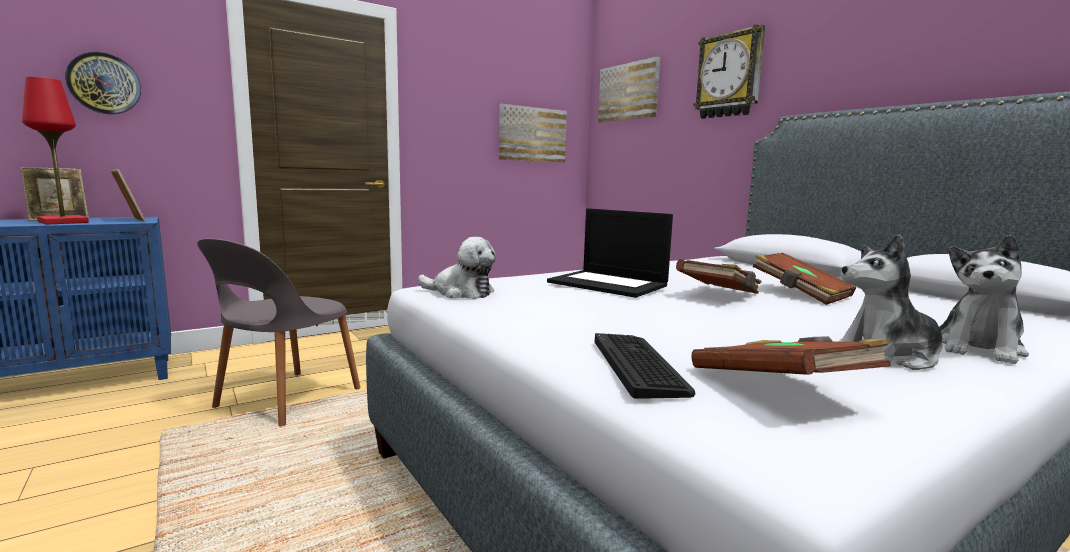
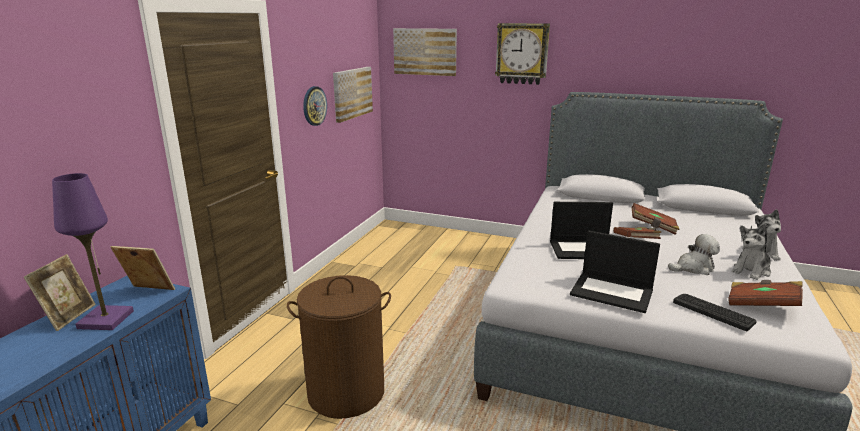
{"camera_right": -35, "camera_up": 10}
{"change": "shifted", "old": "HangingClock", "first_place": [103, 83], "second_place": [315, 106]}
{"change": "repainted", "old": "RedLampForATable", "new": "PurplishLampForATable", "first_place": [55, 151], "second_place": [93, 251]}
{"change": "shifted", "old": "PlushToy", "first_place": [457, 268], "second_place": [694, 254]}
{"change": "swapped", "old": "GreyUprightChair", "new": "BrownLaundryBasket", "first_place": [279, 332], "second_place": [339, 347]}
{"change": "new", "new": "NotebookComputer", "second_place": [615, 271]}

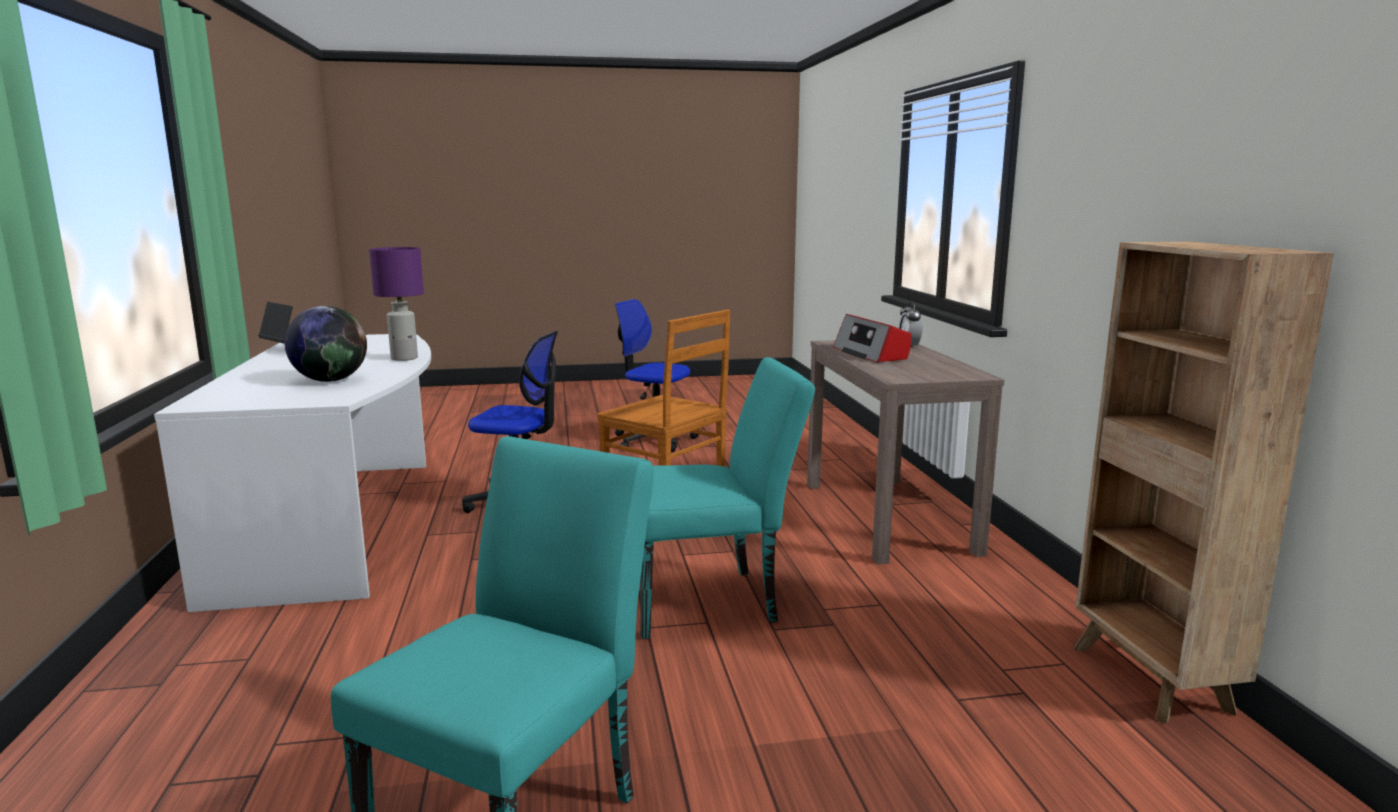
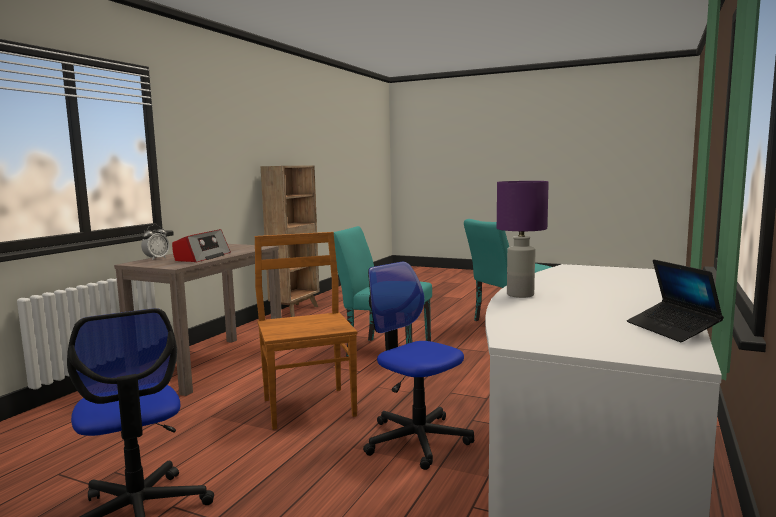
{"camera_right": -145, "camera_up": -5}
{"change": "gone", "old": "Globe", "first_place": [326, 344]}

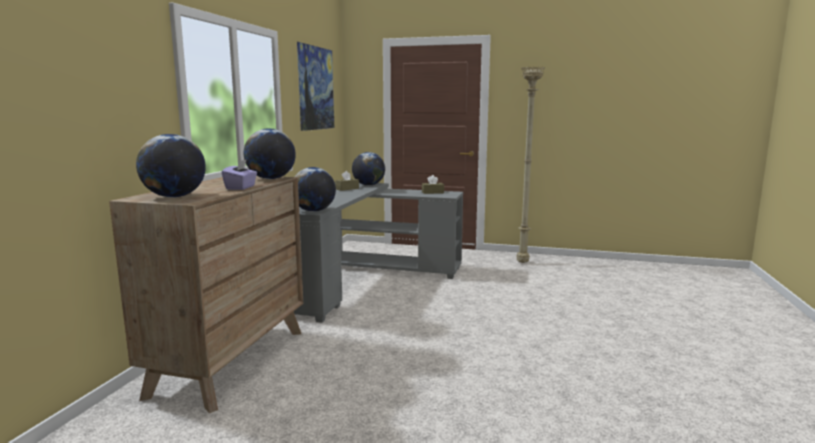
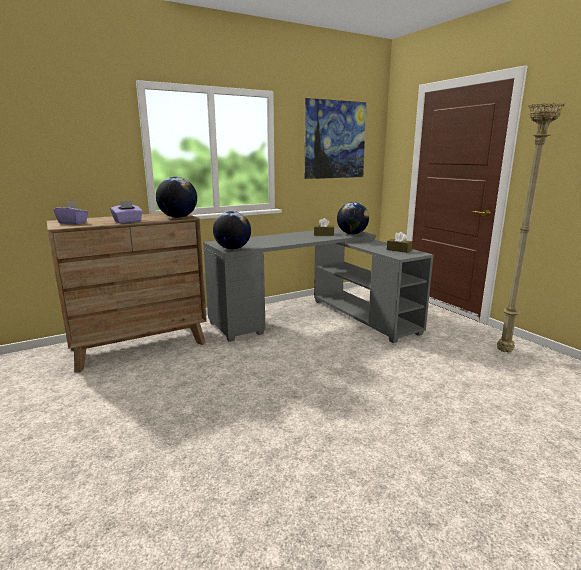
{"camera_right": 45, "camera_up": 5}
{"change": "swapped", "old": "Globe", "new": "PurplishTissueHolder", "first_place": [171, 166], "second_place": [71, 212]}

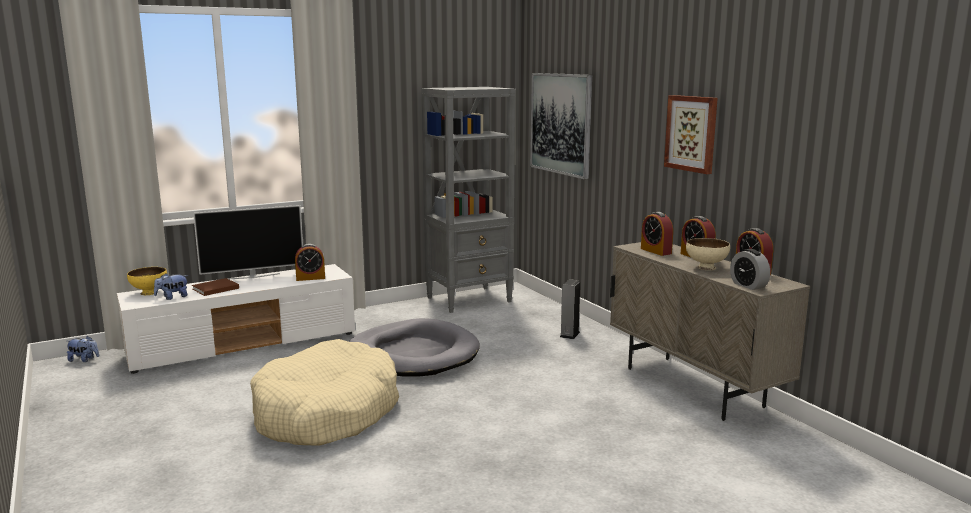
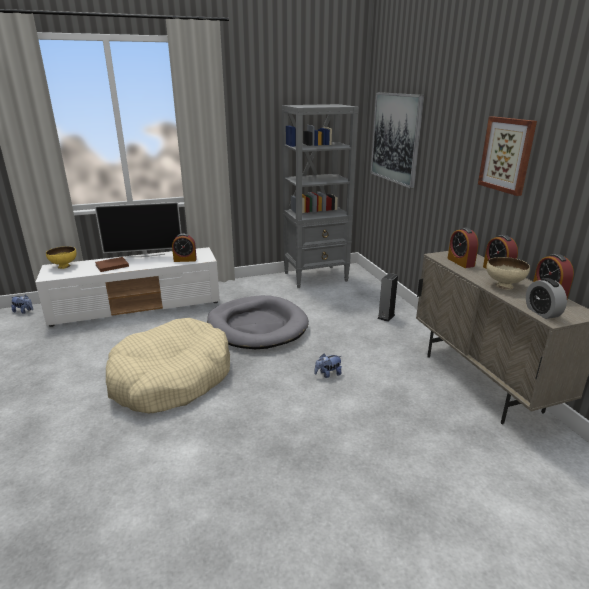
{"camera_right": 10, "camera_up": 10}
{"change": "shifted", "old": "PlushToy", "first_place": [171, 286], "second_place": [328, 366]}

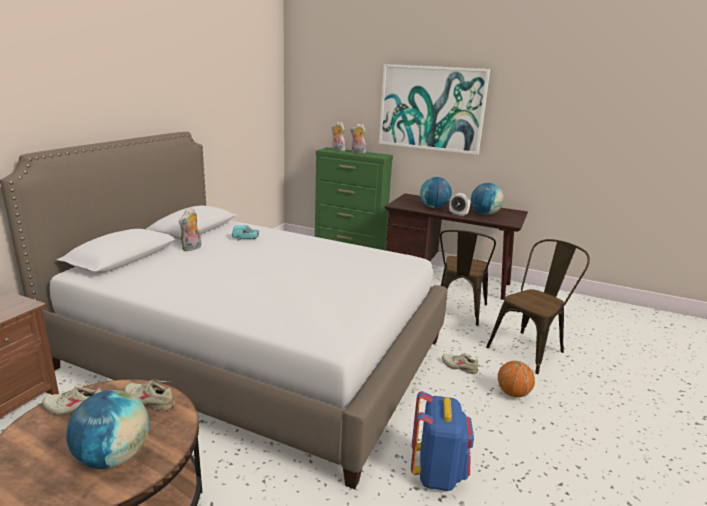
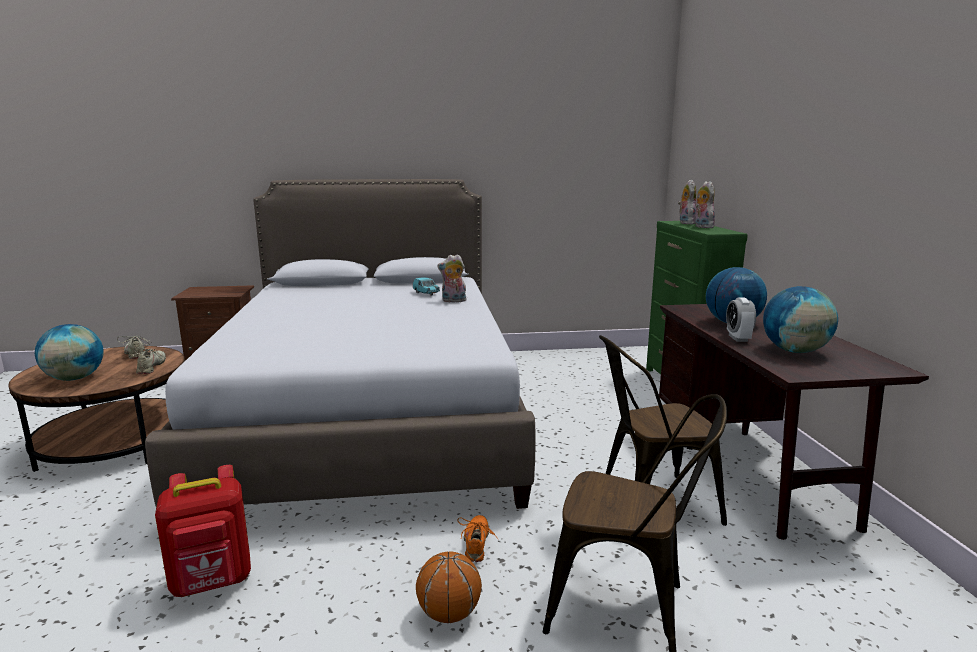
{"camera_right": 60, "camera_up": -5}
{"change": "gone", "old": "Picture", "first_place": [434, 109]}
{"change": "shifted", "old": "PlushToy", "first_place": [190, 229], "second_place": [451, 278]}
{"change": "repainted", "old": "SandColouredLowShoe", "new": "OrangeLowShoe", "first_place": [460, 363], "second_place": [478, 538]}
{"change": "repainted", "old": "BlueRucksack", "new": "RedRucksack", "first_place": [442, 441], "second_place": [203, 531]}

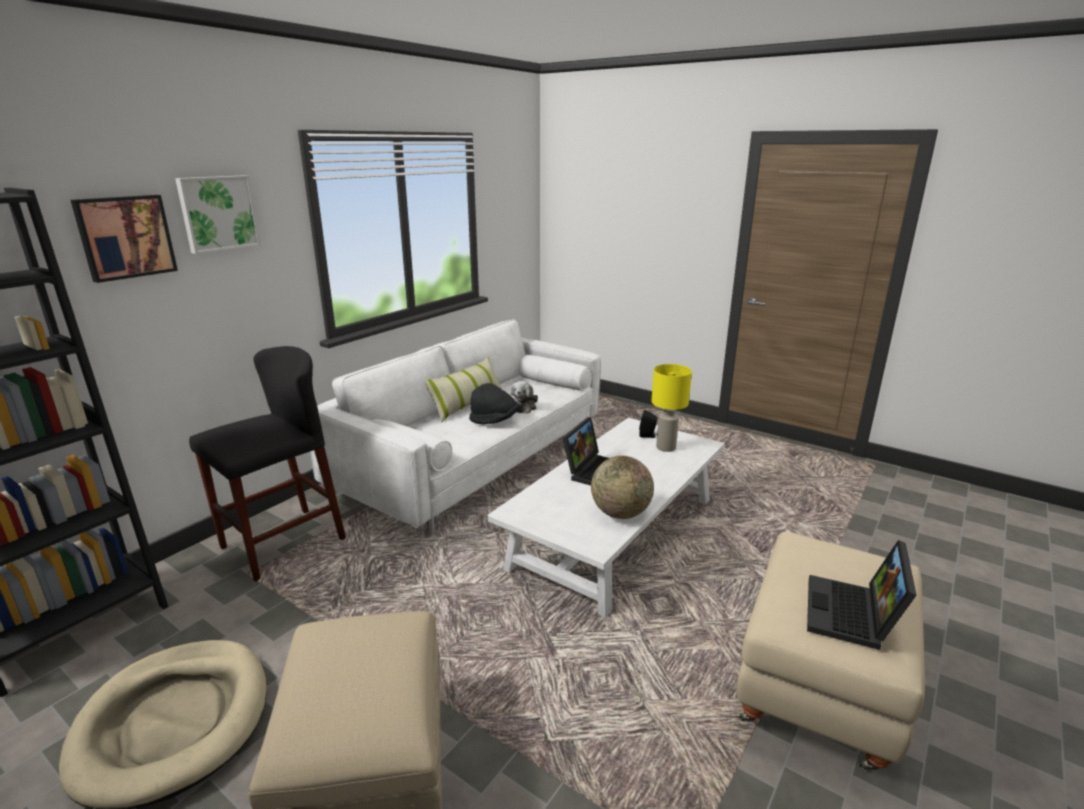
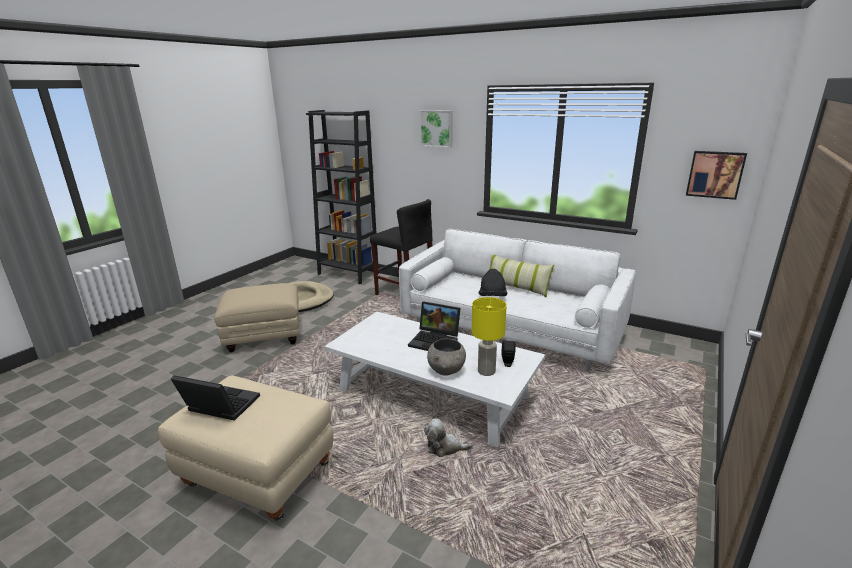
{"camera_right": 85, "camera_up": 0}
{"change": "shifted", "old": "Picture", "first_place": [124, 239], "second_place": [716, 175]}
{"change": "shifted", "old": "PlushToy", "first_place": [524, 397], "second_place": [448, 437]}
{"change": "gone", "old": "Globe", "first_place": [622, 487]}
{"change": "new", "new": "GreyBowl", "second_place": [446, 356]}

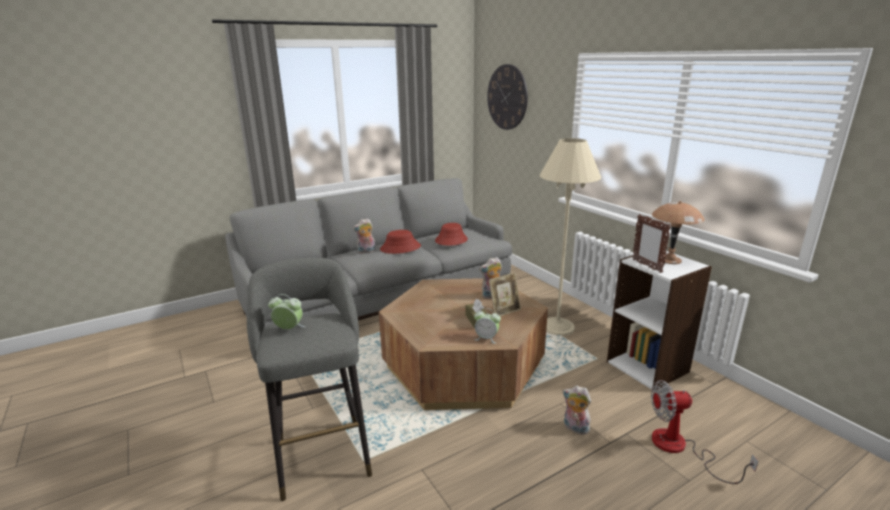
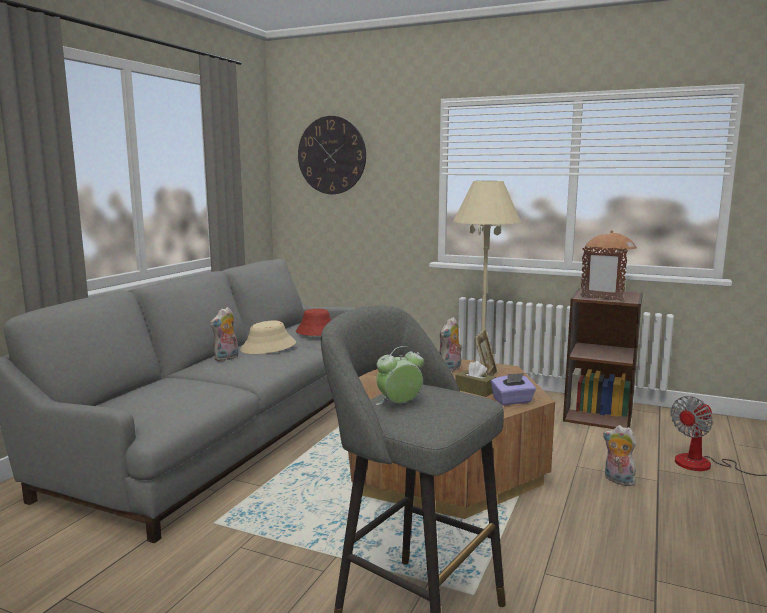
{"camera_right": -35, "camera_up": -10}
{"change": "repainted", "old": "RedWearableHat", "new": "SandColouredWearableHat", "first_place": [400, 242], "second_place": [268, 337]}
{"change": "repainted", "old": "WhiteBookshelf", "new": "BrownBookshelf", "first_place": [659, 320], "second_place": [603, 358]}
{"change": "swapped", "old": "AlarmClock", "new": "PurplishTissueHolder", "first_place": [487, 326], "second_place": [513, 389]}
{"change": "rotated", "old": "PlushToy", "first_place": [576, 410], "second_place": [619, 455], "degrees": 45}

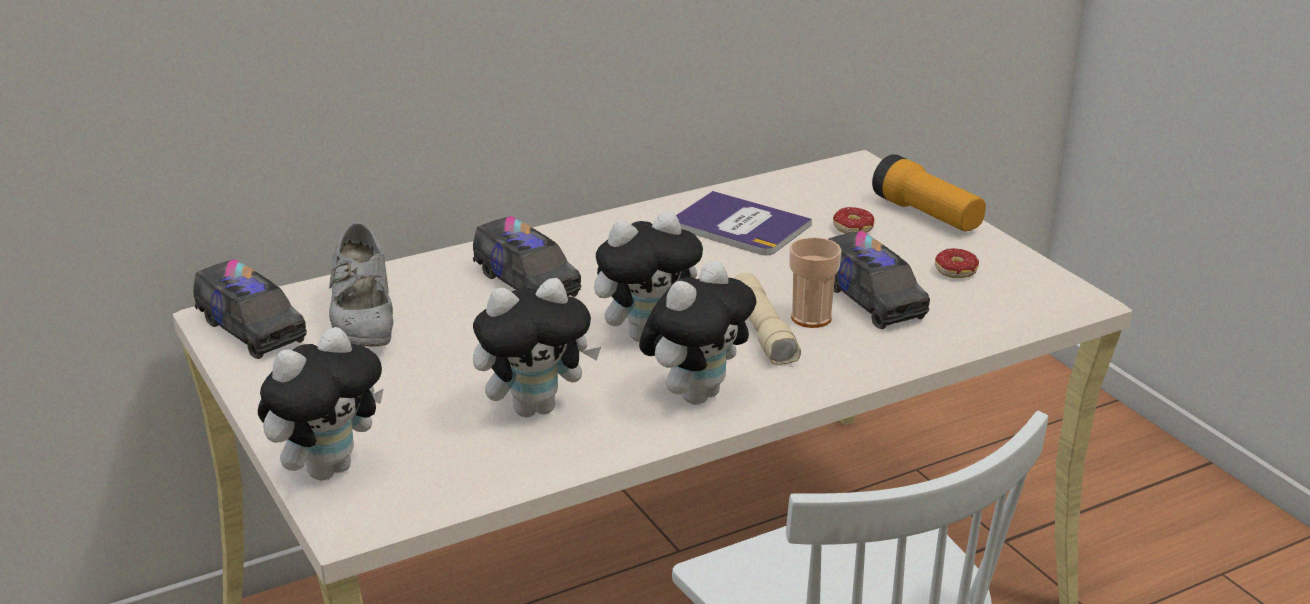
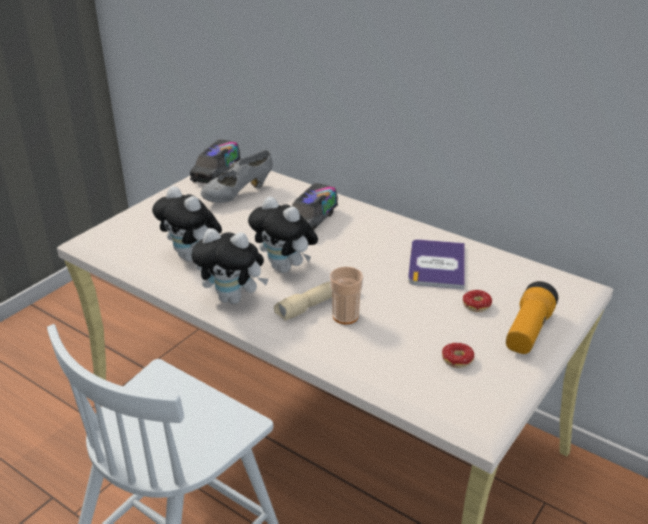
{"camera_right": 65, "camera_up": 5}
{"change": "gone", "old": "ToyTruck", "first_place": [879, 280]}
{"change": "gone", "old": "PlushToy", "first_place": [321, 403]}

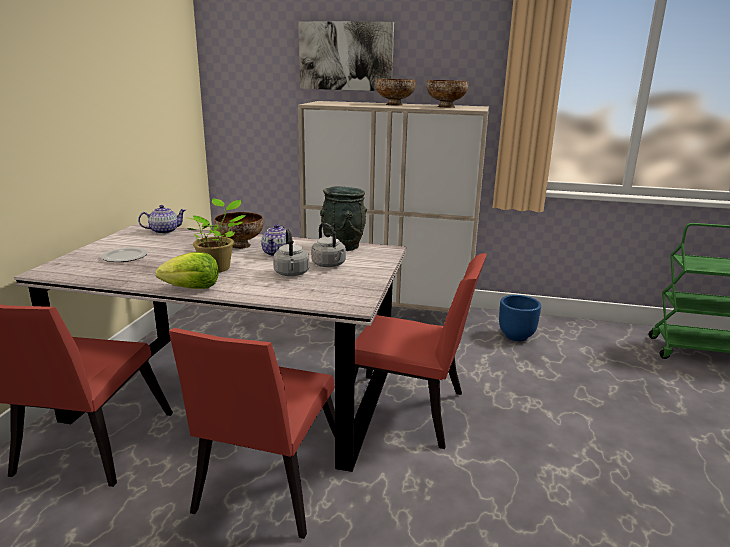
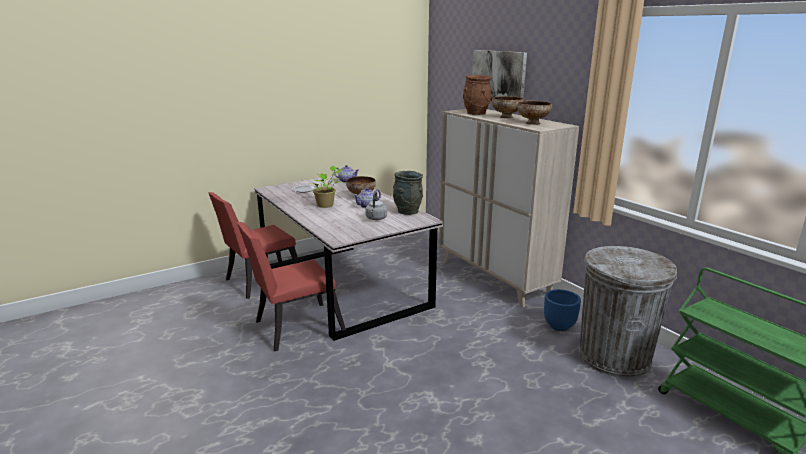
{"camera_right": 45, "camera_up": 0}
{"change": "gone", "old": "GreyWaterKettle", "first_place": [291, 252]}
{"change": "gone", "old": "HeadOfLettuce", "first_place": [187, 270]}
{"change": "gone", "old": "RedUprightChair", "first_place": [421, 351]}
{"change": "new", "new": "BrownVase", "second_place": [477, 95]}
{"change": "new", "new": "GreyWasteBin", "second_place": [628, 312]}

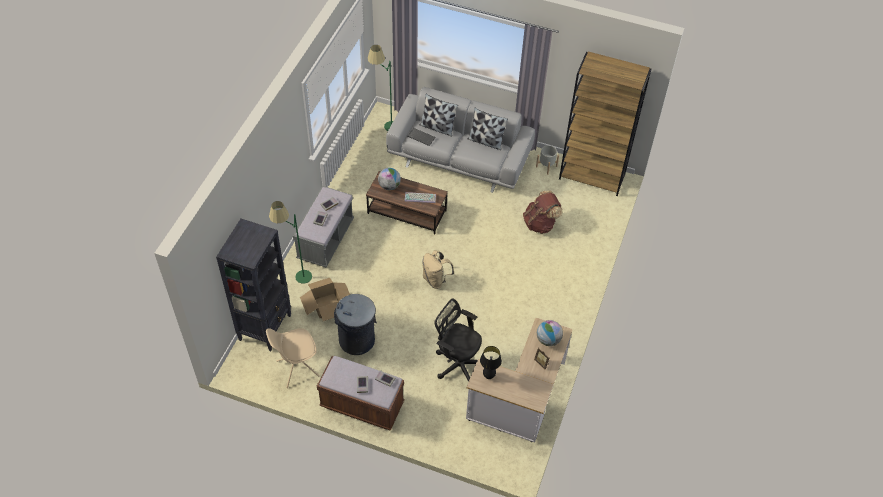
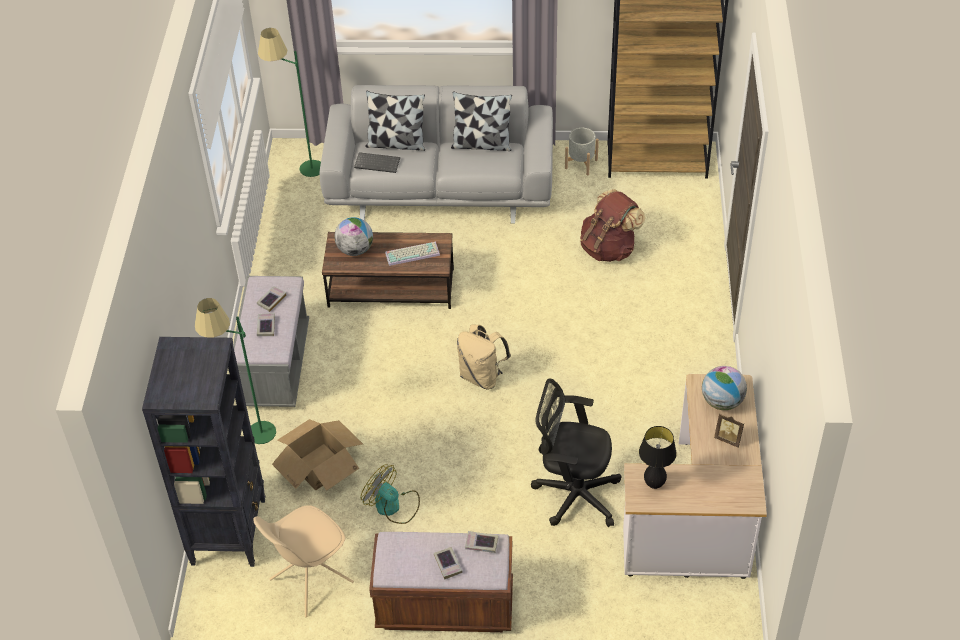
{"camera_right": -15, "camera_up": -5}
{"change": "swapped", "old": "GreyWasteBin", "new": "Fan", "first_place": [355, 324], "second_place": [390, 494]}

